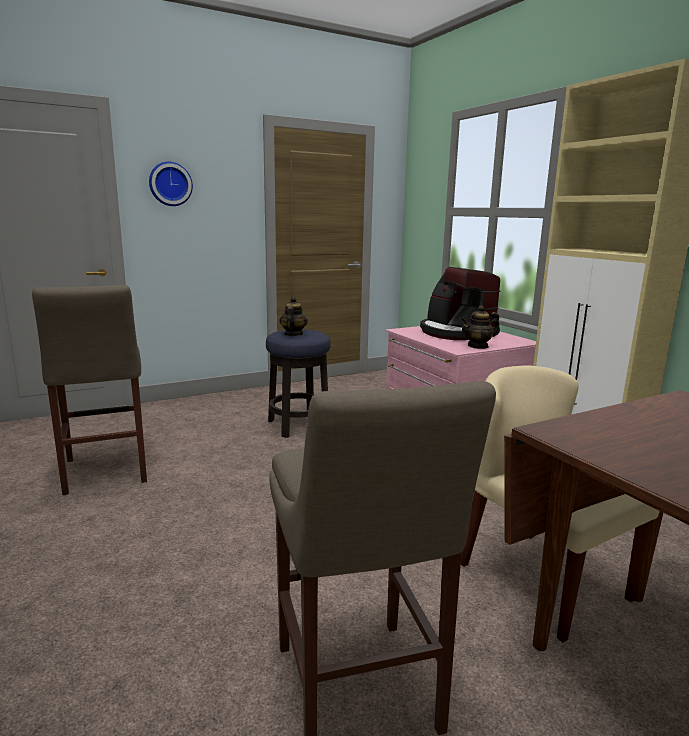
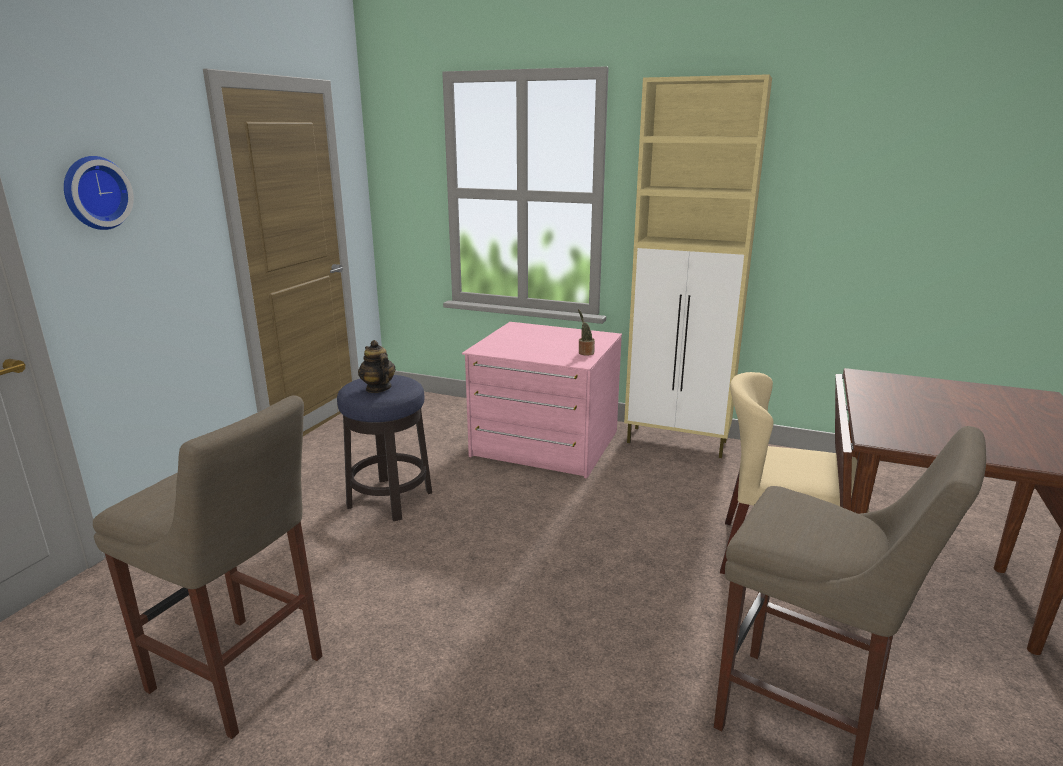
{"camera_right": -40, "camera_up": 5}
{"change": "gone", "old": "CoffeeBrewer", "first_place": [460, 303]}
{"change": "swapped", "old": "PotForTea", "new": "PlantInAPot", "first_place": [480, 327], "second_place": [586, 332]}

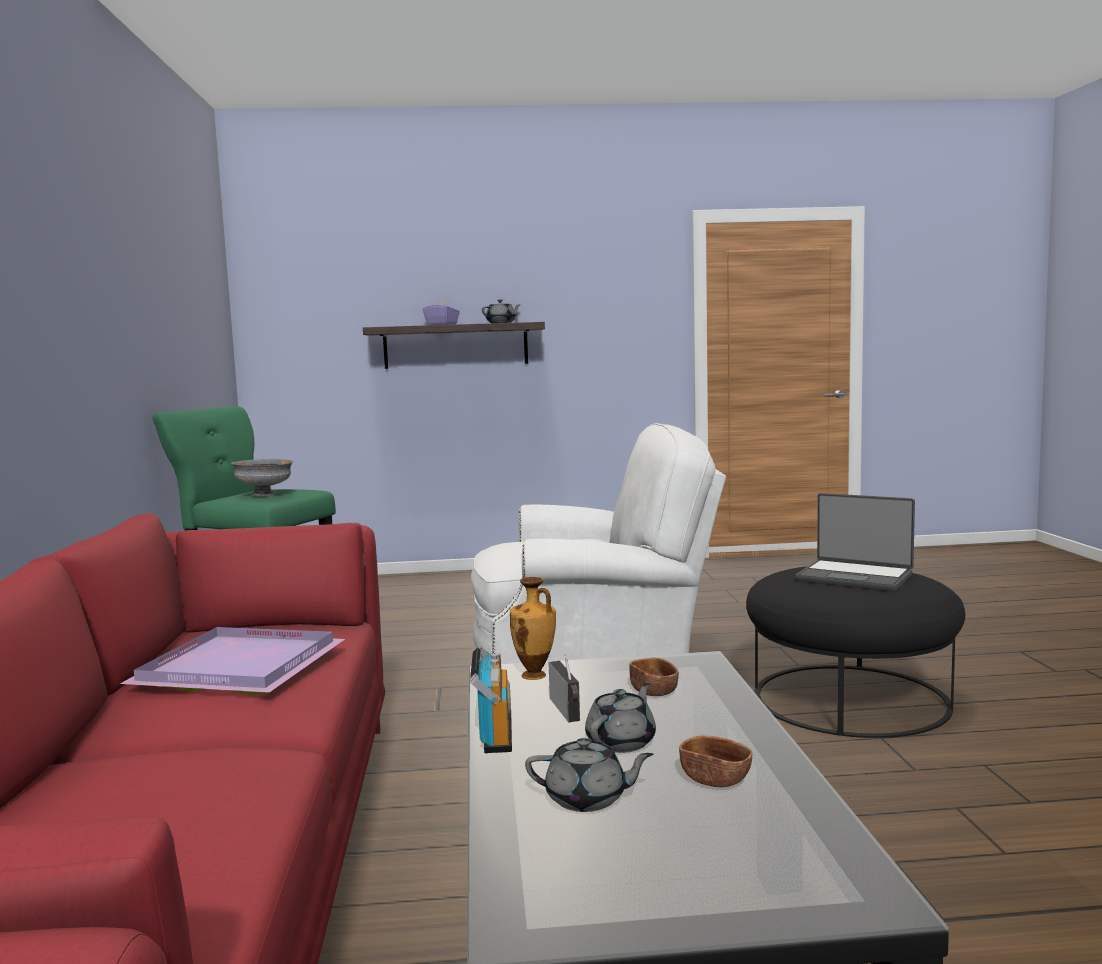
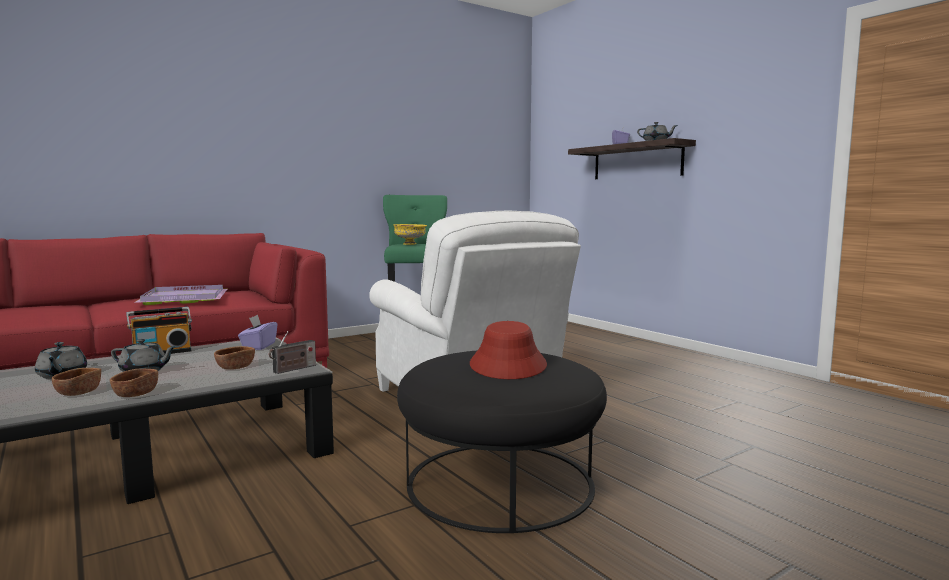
{"camera_right": 60, "camera_up": 0}
{"change": "repainted", "old": "GreyBowl", "new": "YellowBowl", "first_place": [262, 478], "second_place": [410, 234]}
{"change": "swapped", "old": "NotebookComputer", "new": "RedWearableHat", "first_place": [855, 542], "second_place": [508, 350]}
{"change": "swapped", "old": "Vase", "new": "PurplishTissueHolder", "first_place": [533, 628], "second_place": [257, 332]}
{"change": "shifted", "old": "Radio", "first_place": [564, 688], "second_place": [292, 352]}
{"change": "new", "new": "BrownBowl", "second_place": [134, 382]}

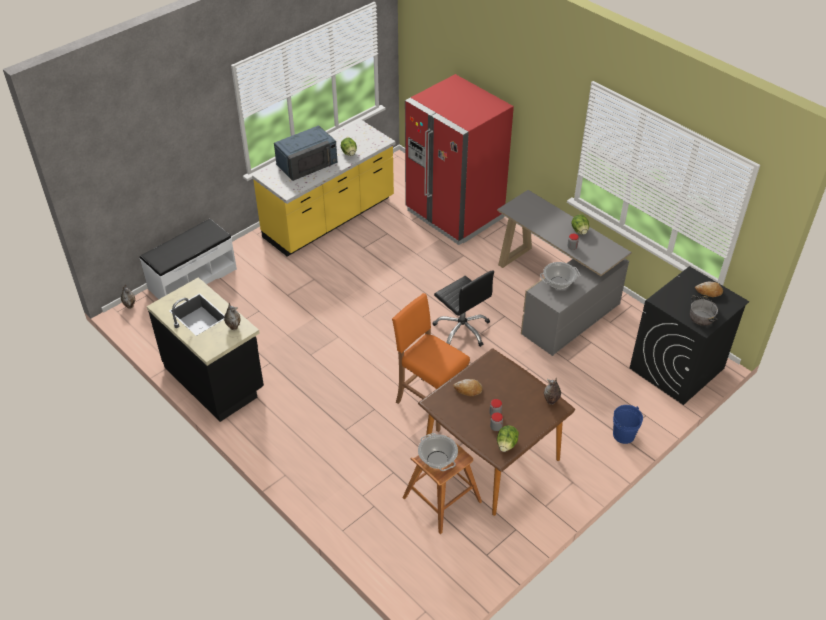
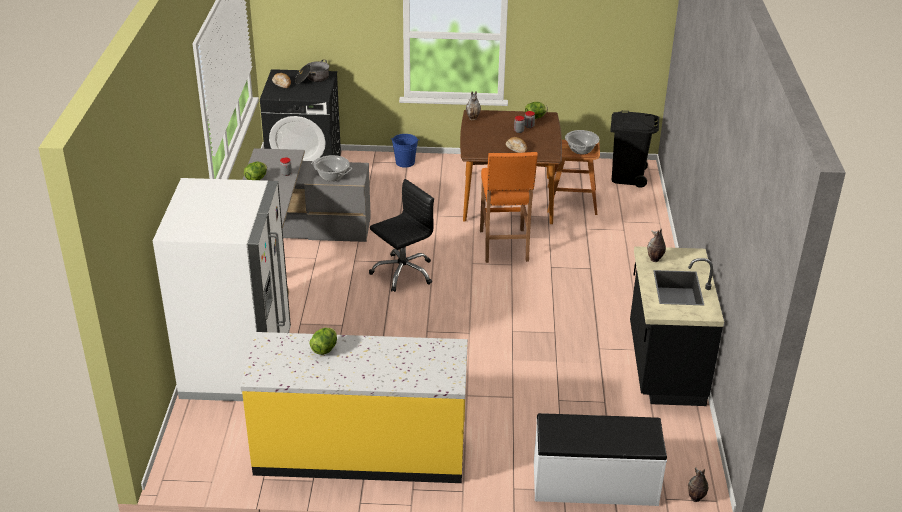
{"camera_right": -135, "camera_up": -10}
{"change": "repainted", "old": "RedFridge", "new": "WhiteFridge", "first_place": [459, 159], "second_place": [222, 289]}
{"change": "gone", "old": "BlueKitchenMicrowave", "first_place": [306, 153]}
{"change": "rotated", "old": "BlackishDeskChair", "first_place": [463, 308], "second_place": [401, 235], "degrees": 45}
{"change": "new", "new": "BlackishWasteBin", "second_place": [634, 149]}

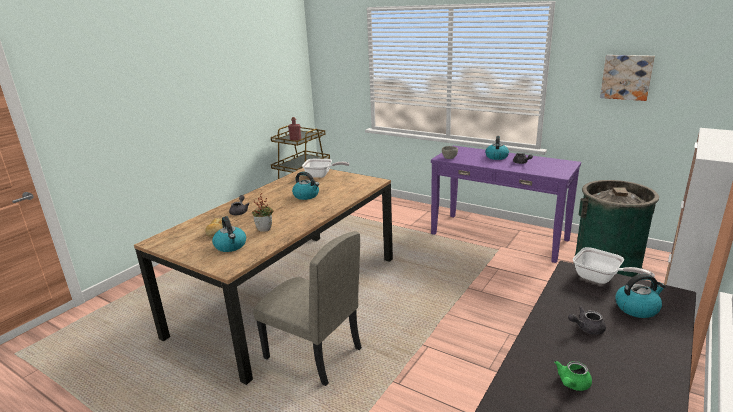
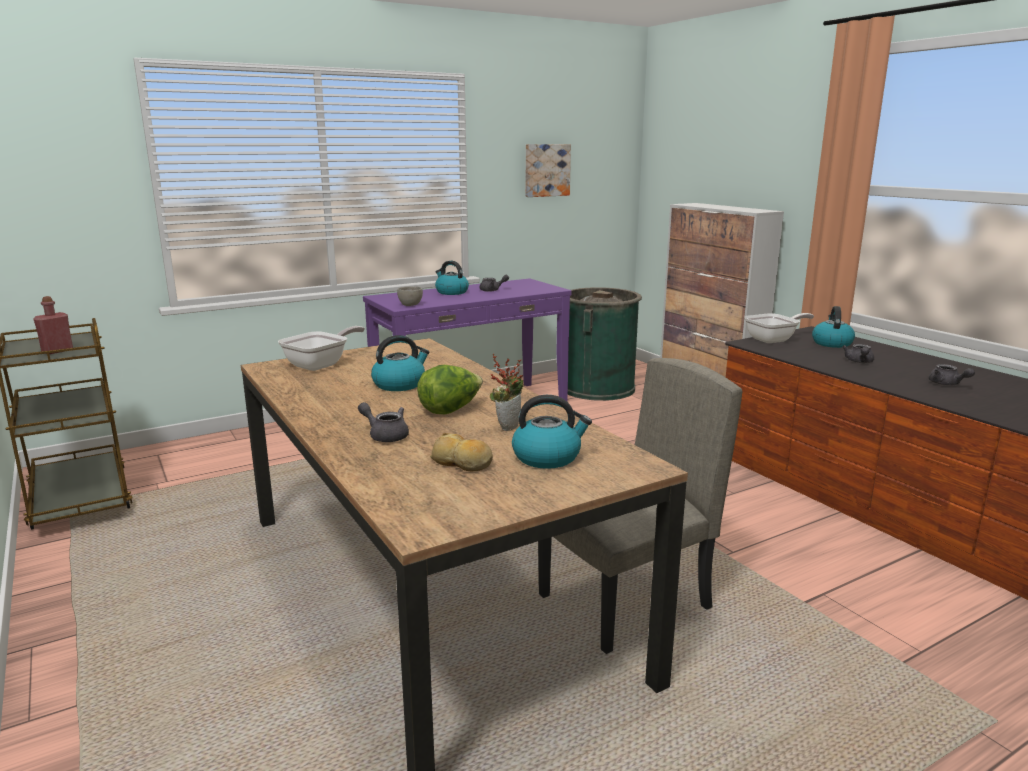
{"camera_right": -65, "camera_up": -5}
{"change": "repainted", "old": "GreenishPotForTea", "new": "GreyPotForTea", "first_place": [573, 376], "second_place": [952, 375]}
{"change": "new", "new": "HeadOfLettuce", "second_place": [450, 389]}

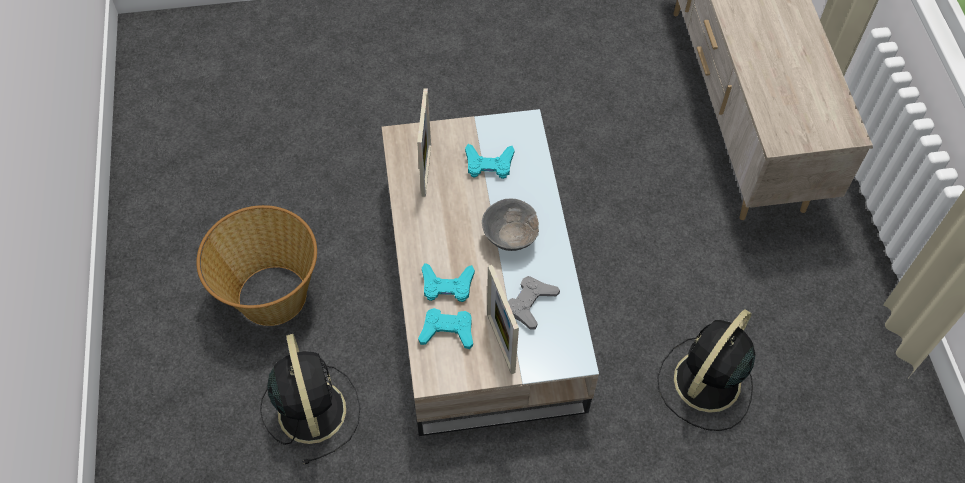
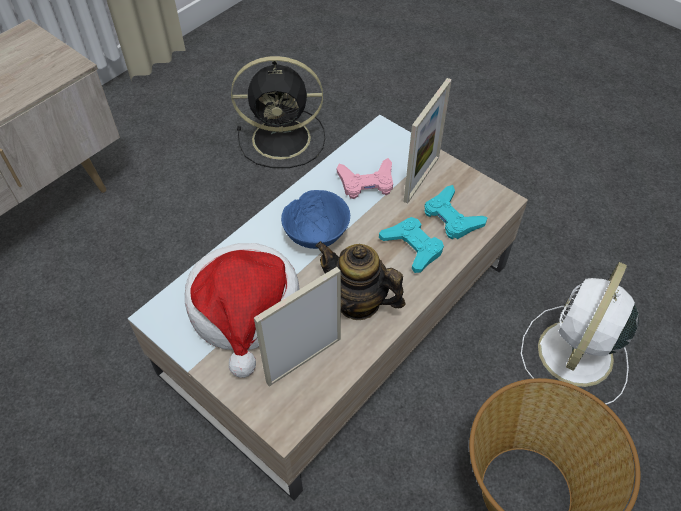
{"camera_right": -130, "camera_up": -5}
{"change": "swapped", "old": "TurquoiseColouredJoypad", "new": "WearableHat", "first_place": [490, 161], "second_place": [242, 310]}
{"change": "repainted", "old": "GreyBowl", "new": "BlueBowl", "first_place": [510, 225], "second_place": [315, 219]}
{"change": "repainted", "old": "GreyJoypad", "new": "PinkJoypad", "first_place": [534, 302], "second_place": [365, 178]}
{"change": "repainted", "old": "BlackishFan", "new": "WhiteFan", "first_place": [310, 399], "second_place": [580, 333]}
{"change": "new", "new": "PotForTea", "second_place": [360, 280]}

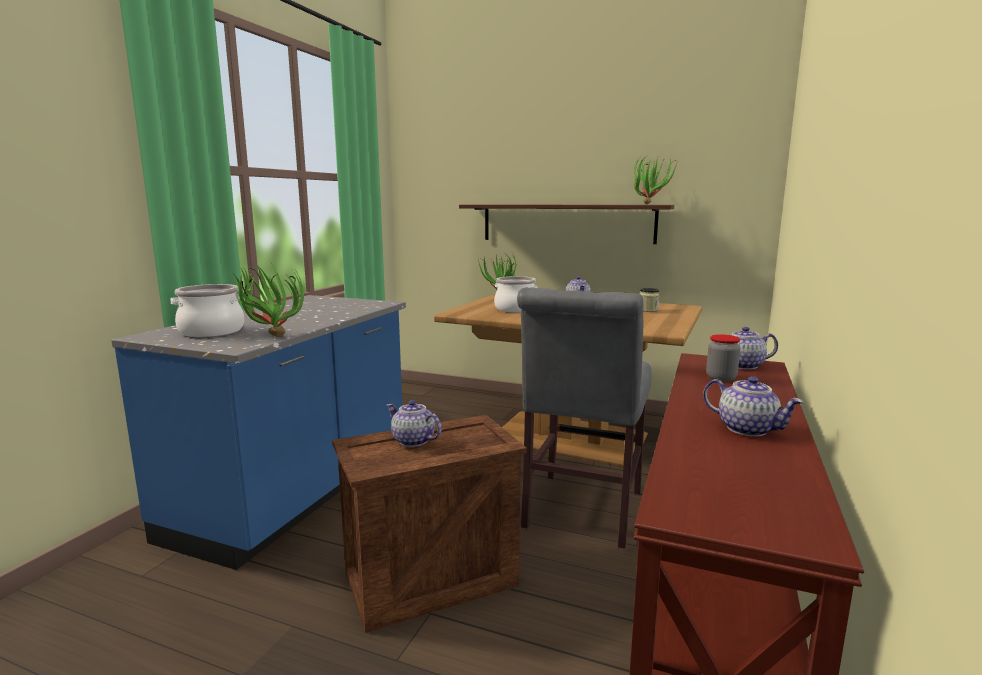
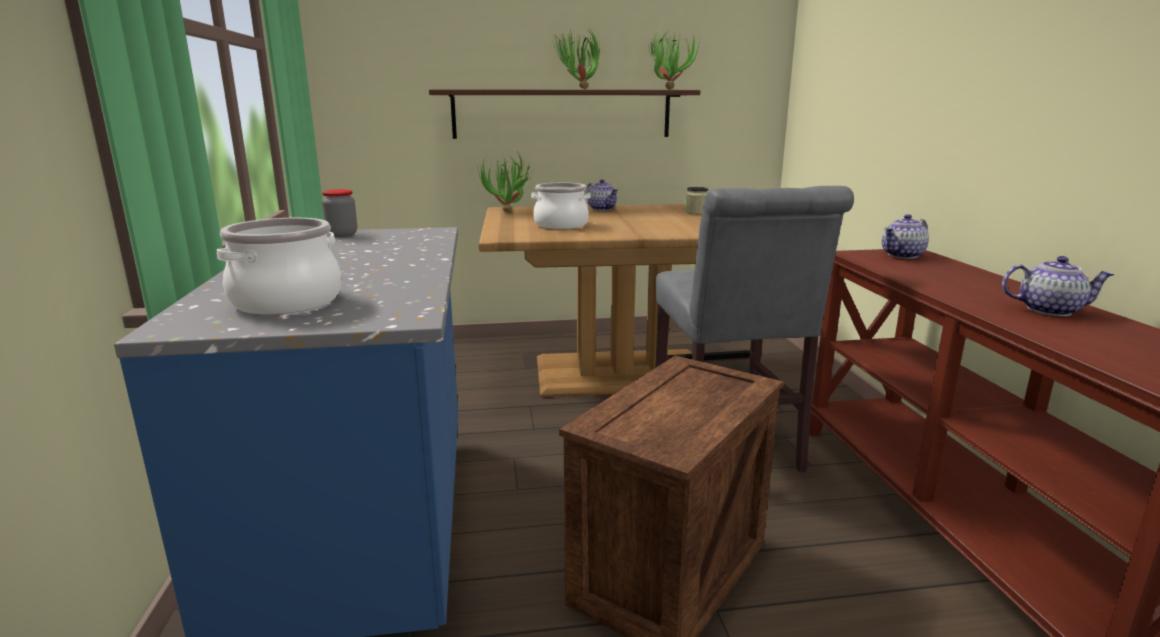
{"camera_right": -30, "camera_up": 5}
{"change": "shifted", "old": "PlantInAPot", "first_place": [267, 299], "second_place": [576, 57]}
{"change": "shifted", "old": "Jar", "first_place": [723, 358], "second_place": [339, 213]}
{"change": "gone", "old": "PotForTea", "first_place": [414, 423]}

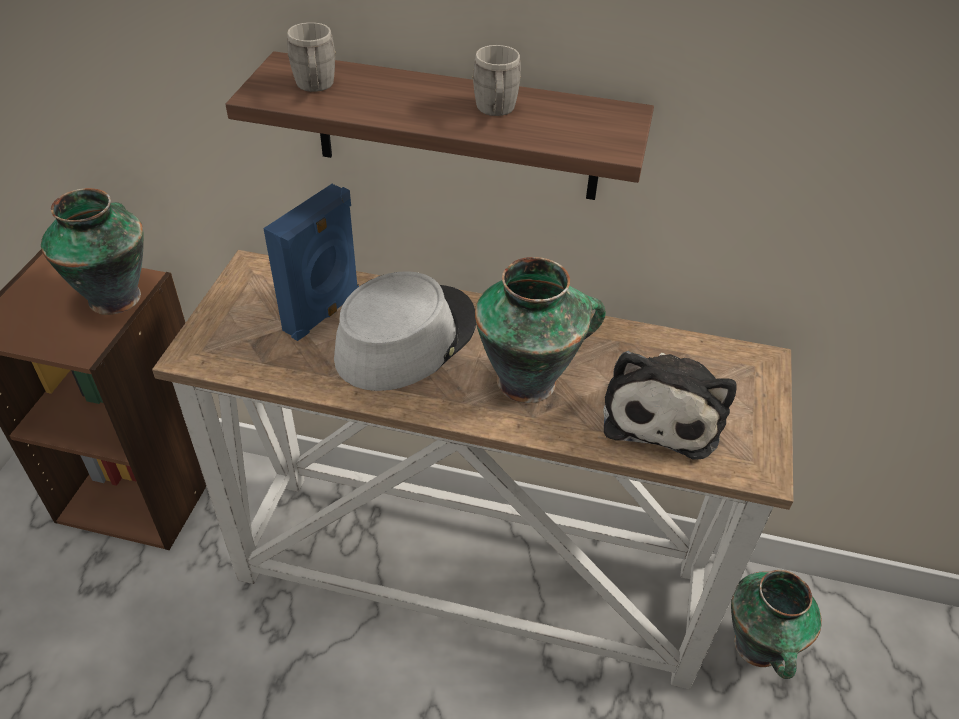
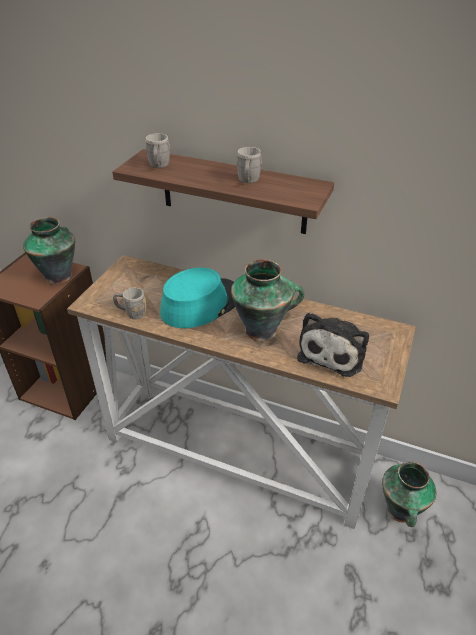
{"camera_right": 10, "camera_up": -5}
{"change": "gone", "old": "BlueLoudspeaker", "first_place": [311, 262]}
{"change": "repainted", "old": "GreyWearableHat", "new": "TurquoiseColouredWearableHat", "first_place": [405, 331], "second_place": [197, 298]}
{"change": "new", "new": "GreyMug", "second_place": [129, 303]}

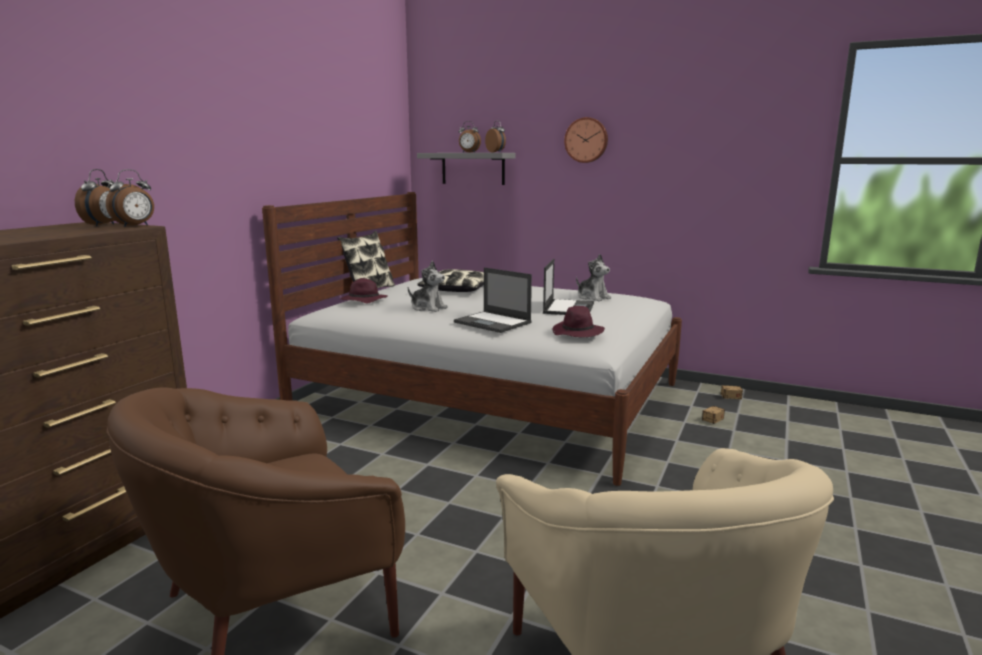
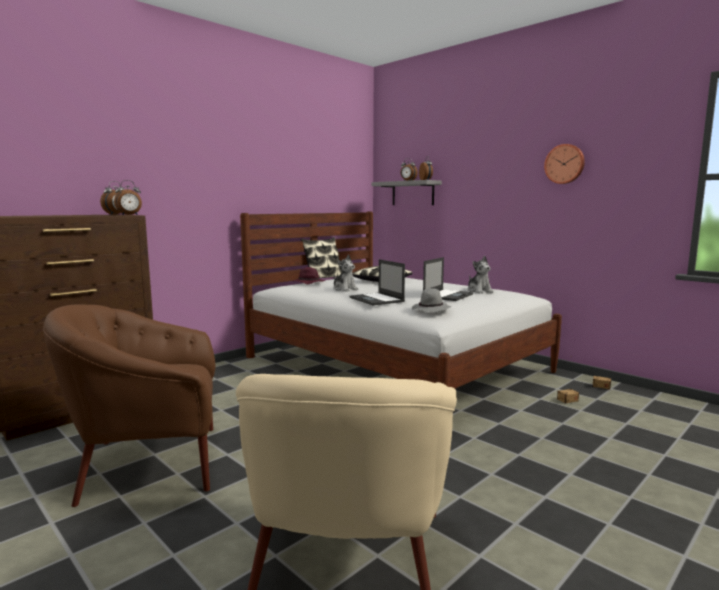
{"camera_right": 20, "camera_up": -5}
{"change": "shifted", "old": "HangingClock", "first_place": [586, 140], "second_place": [564, 164]}
{"change": "repainted", "old": "PurplishWearableHat", "new": "GreyWearableHat", "first_place": [579, 321], "second_place": [432, 300]}

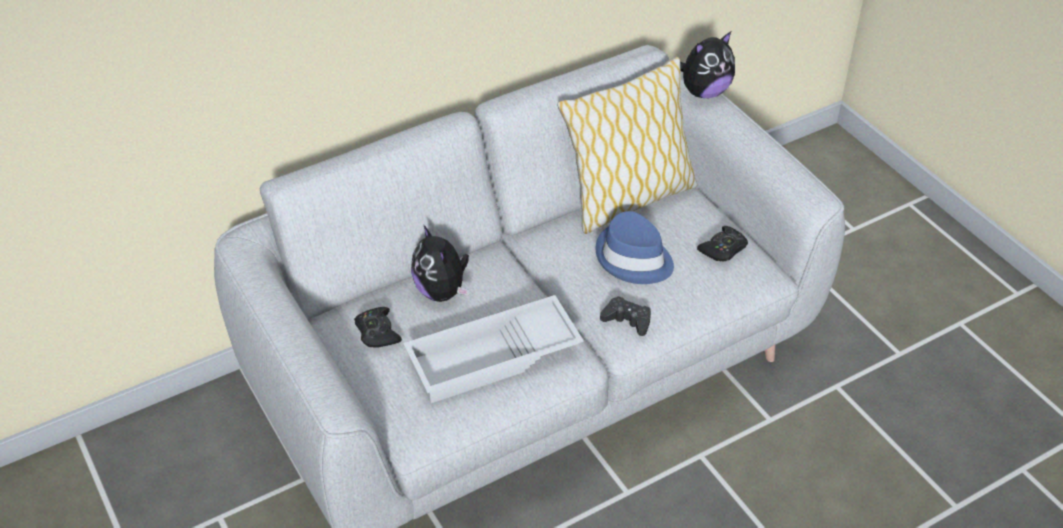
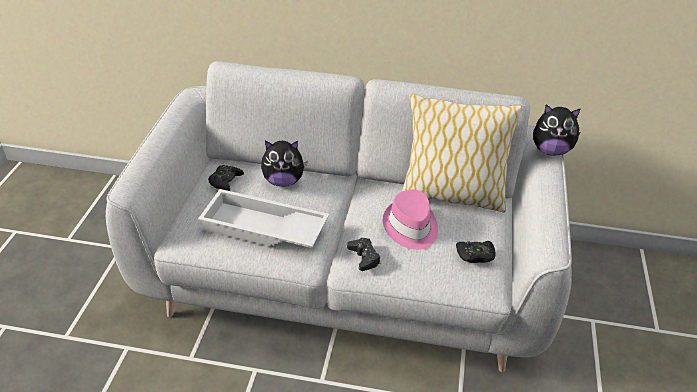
{"camera_right": 40, "camera_up": -5}
{"change": "repainted", "old": "BlueWearableHat", "new": "PinkWearableHat", "first_place": [634, 247], "second_place": [410, 220]}
{"change": "rotated", "old": "PlushToy", "first_place": [440, 263], "second_place": [284, 164], "degrees": -105}

